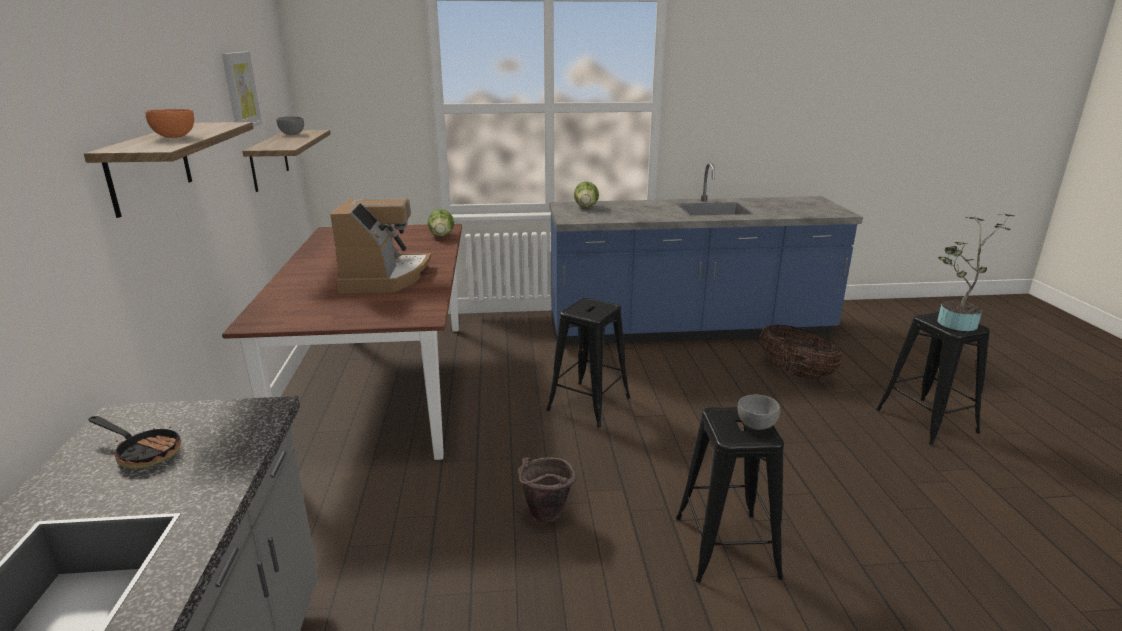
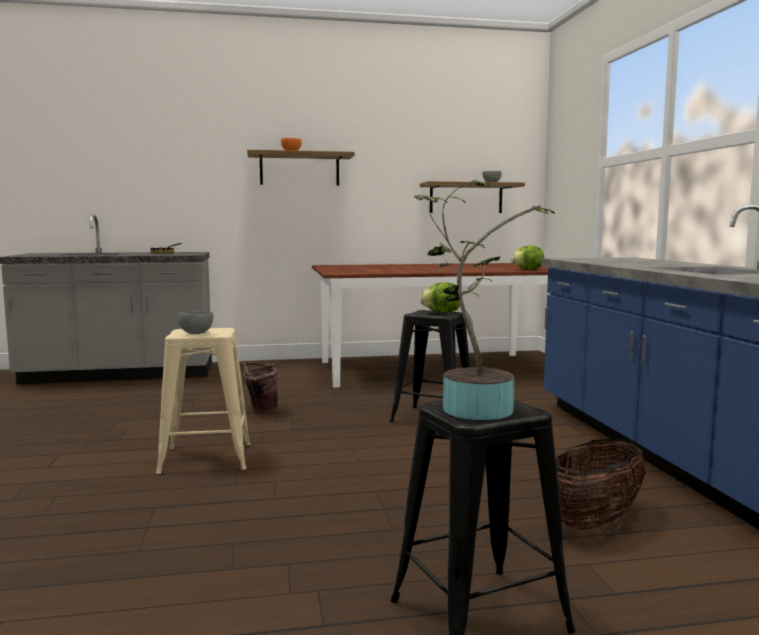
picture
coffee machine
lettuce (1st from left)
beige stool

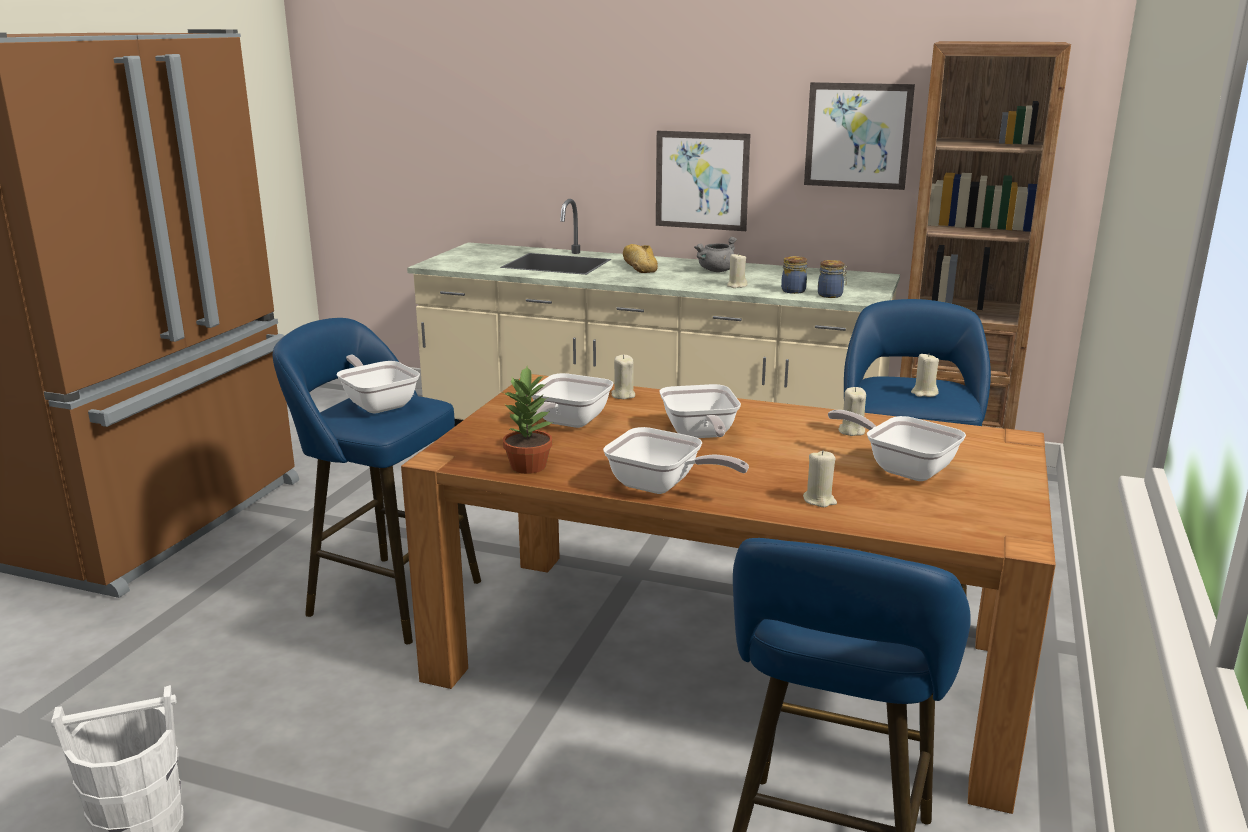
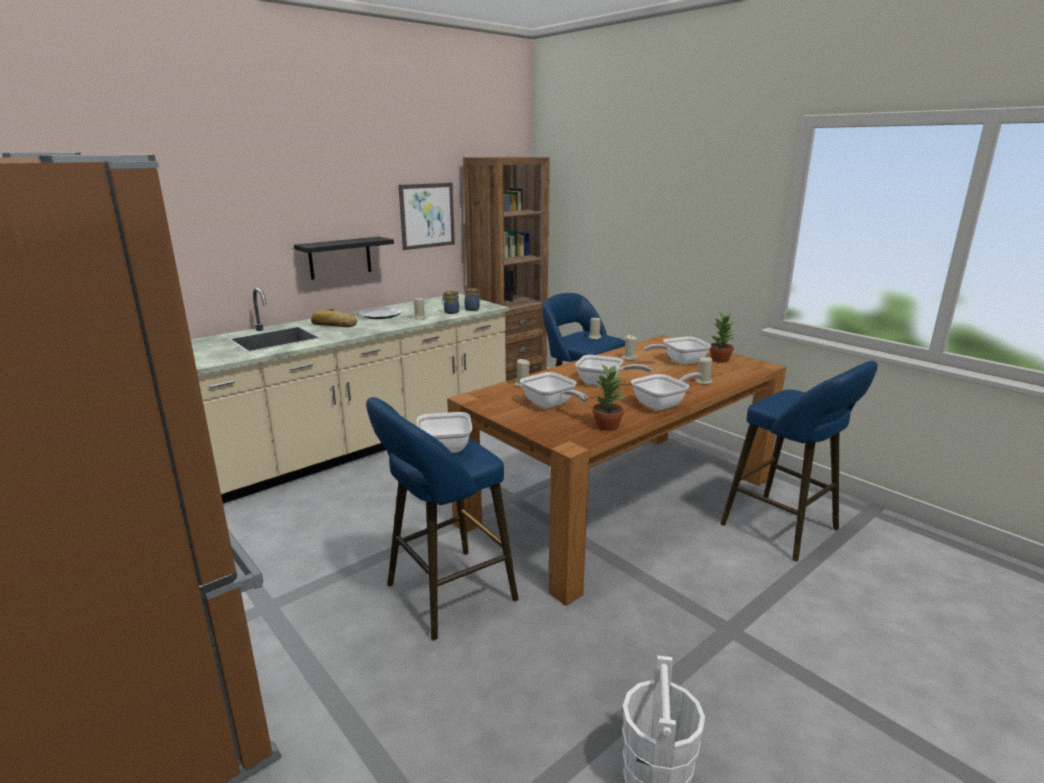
potted plant (2nd from left)
black shelf
plate

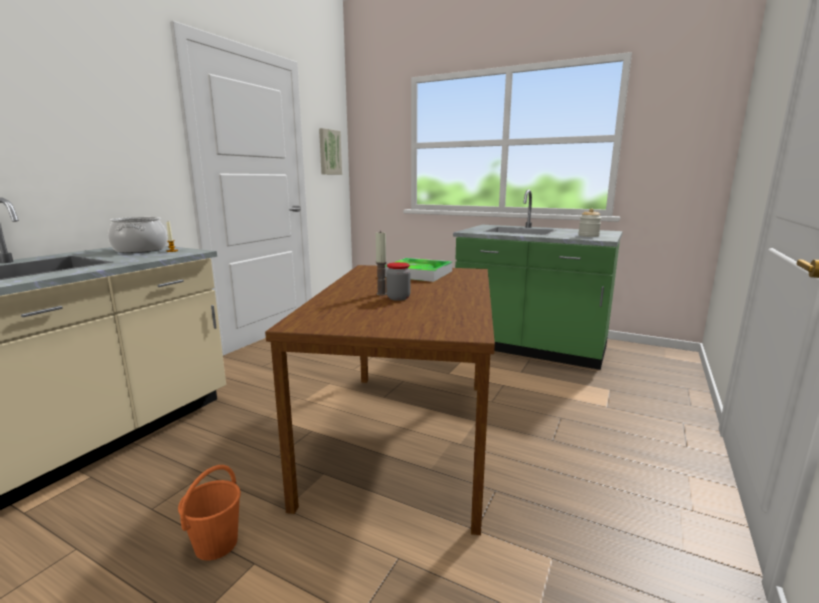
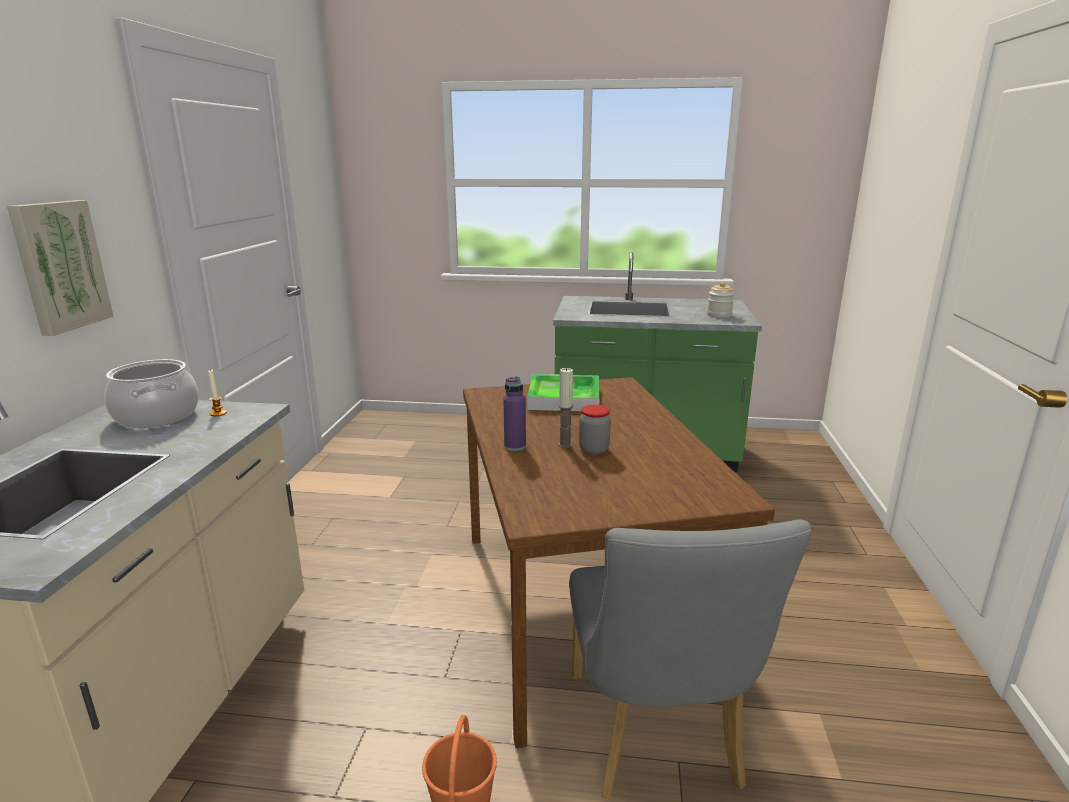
purple bottle
grey chair
picture

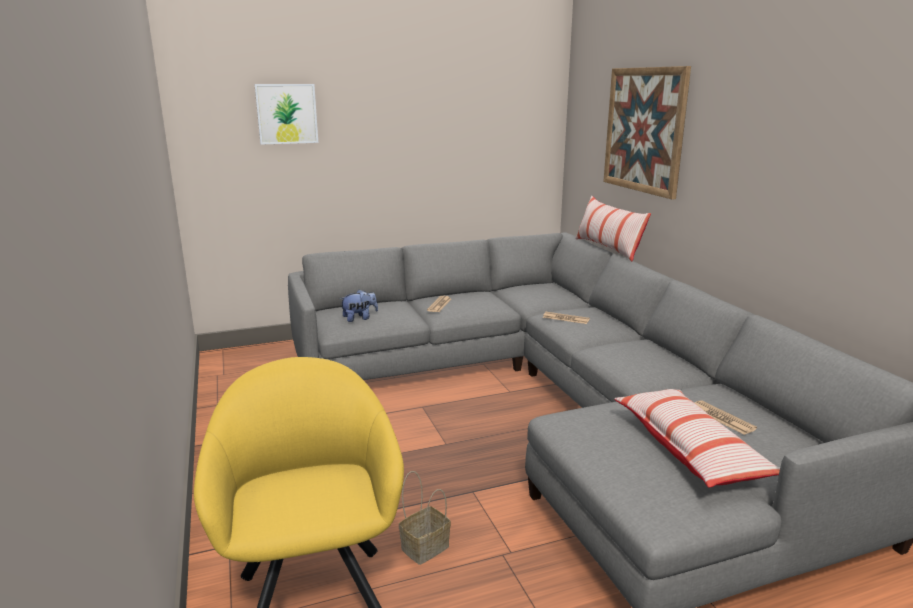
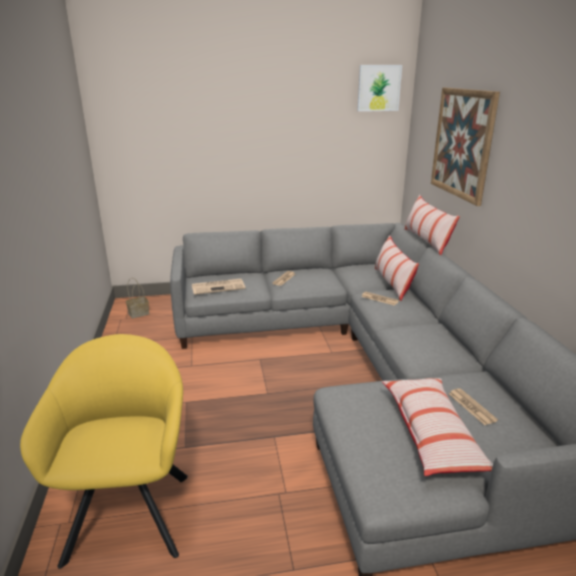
pillow (1st from left)
picture (1st from left)
basket
newspaper (1st from left)

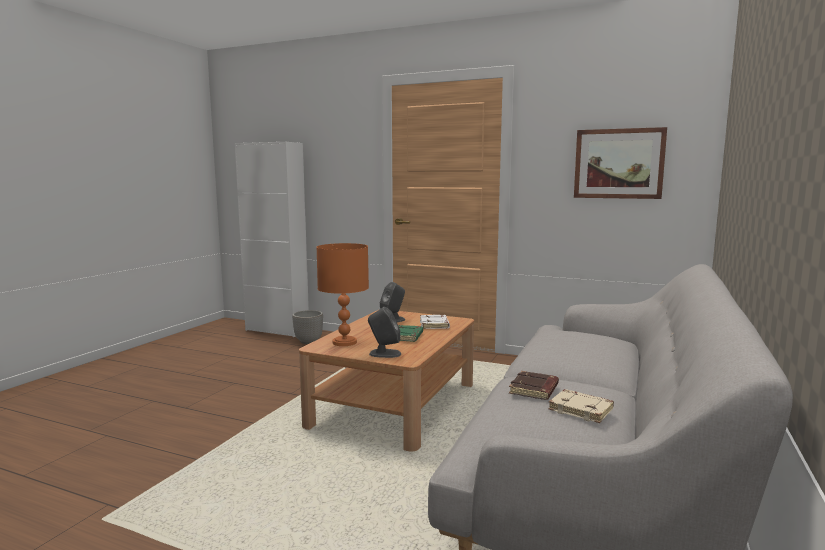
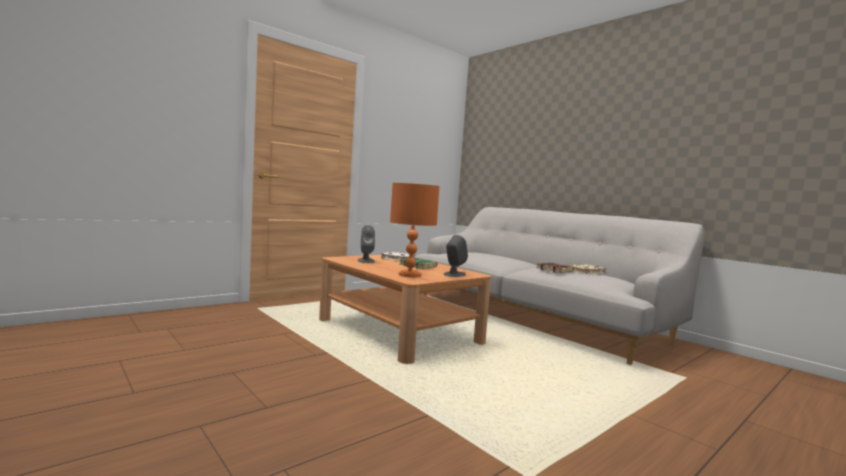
white cabinet
planter
picture

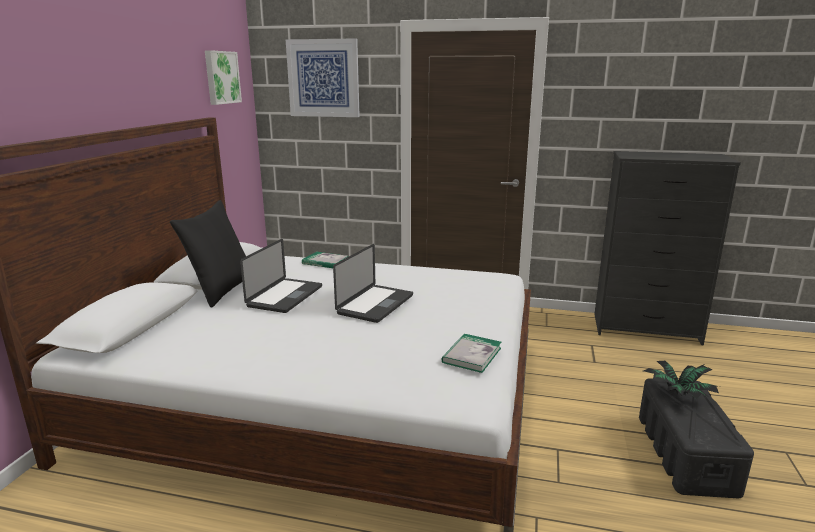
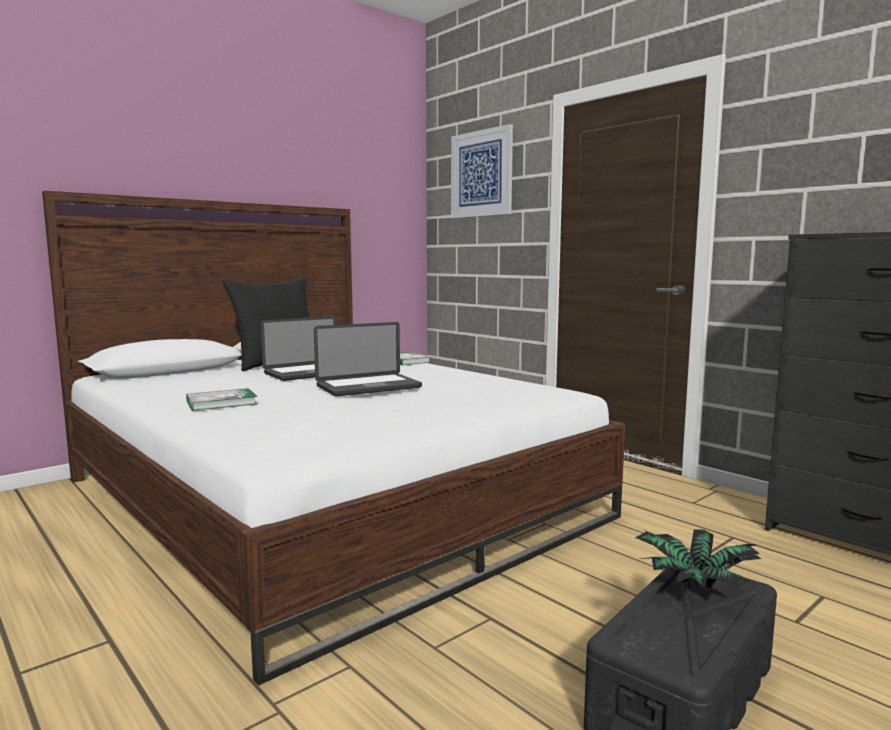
picture (1st from left in the first image)
book (1st from left)

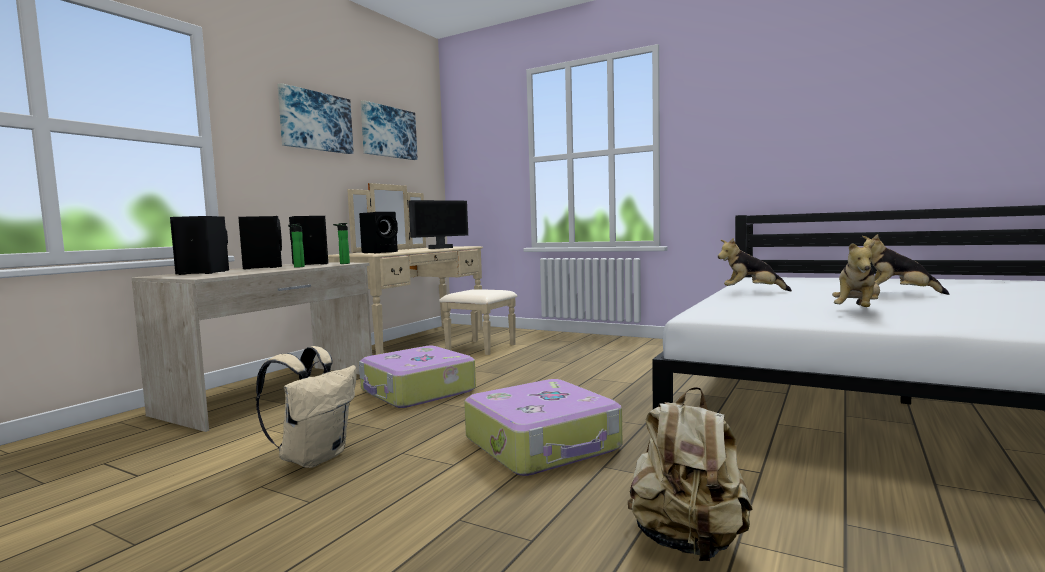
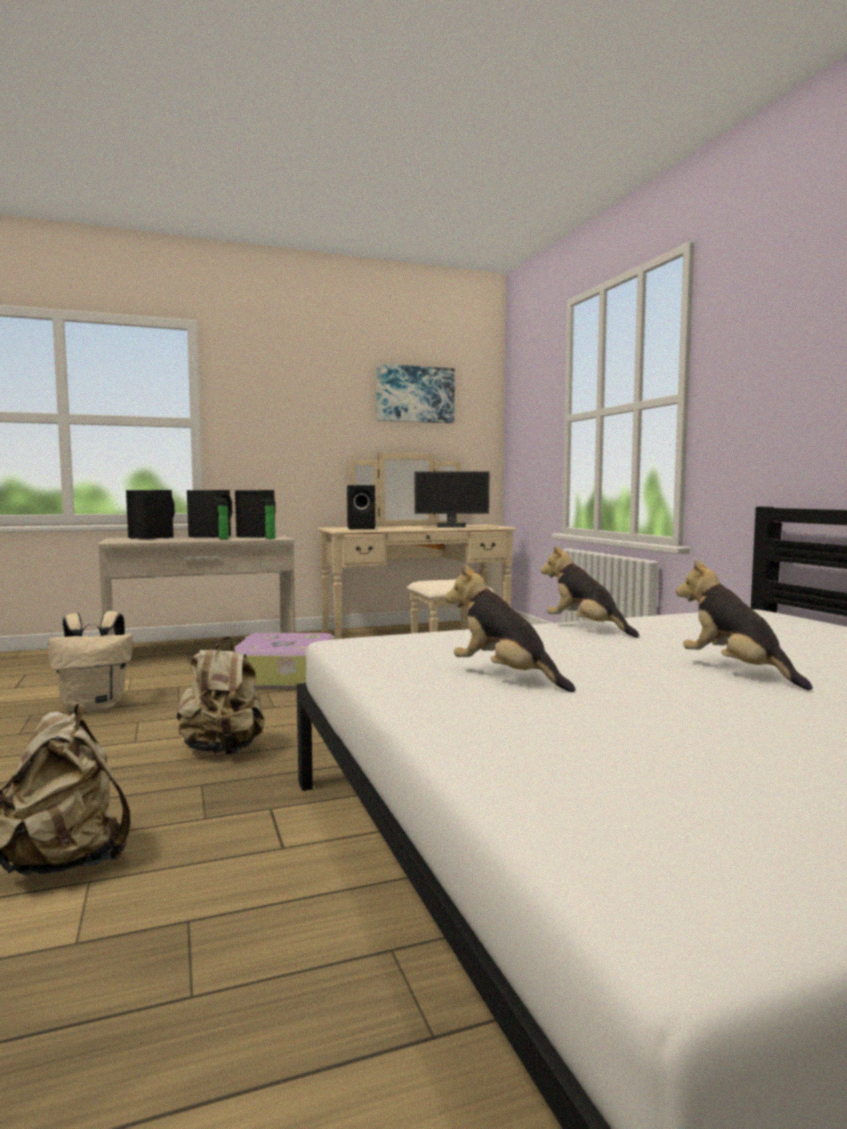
picture (1st from left in the first image)
beige backpack (3rd from left)
plush toy (1st from left)

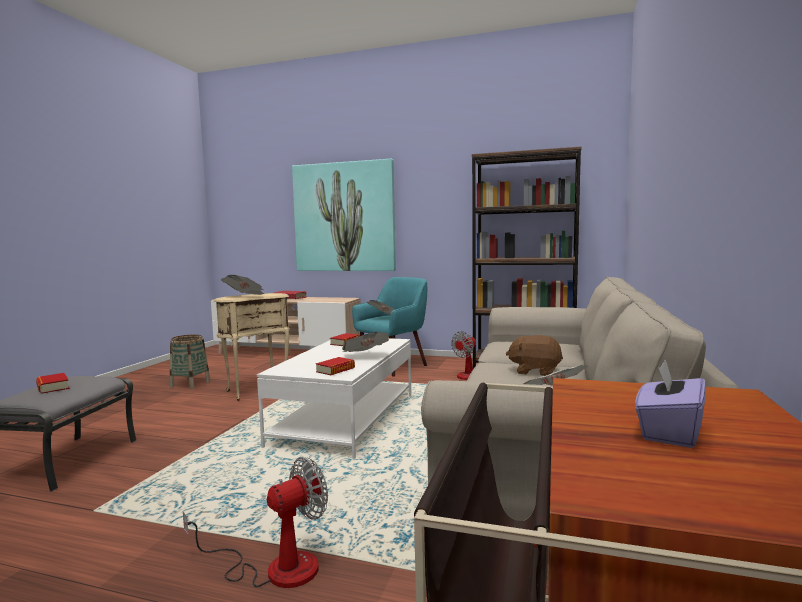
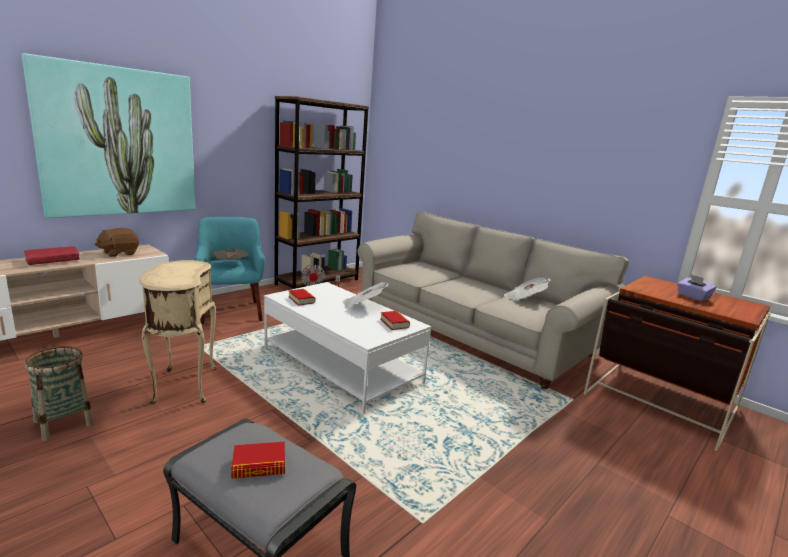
fan (1st from left in the first image)
newspaper (1st from left in the first image)
brown plush toy

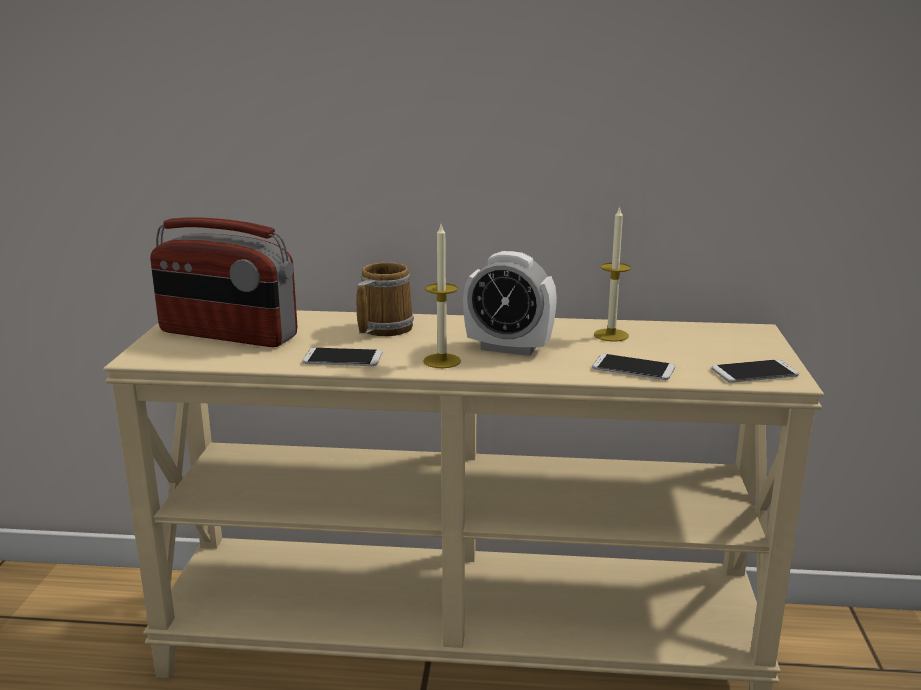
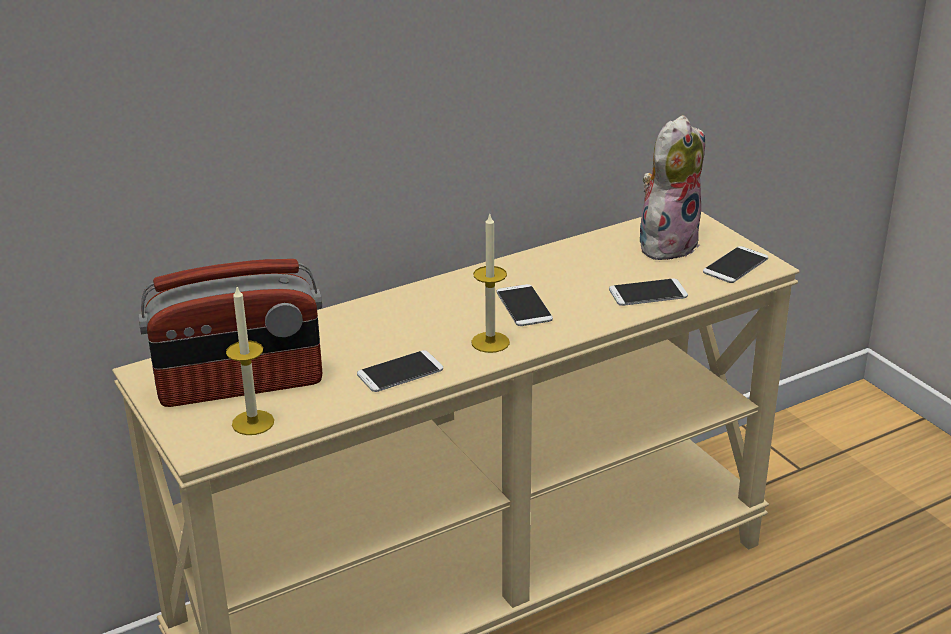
mug
plush toy
candle (1st from left)
phone (2nd from left)

